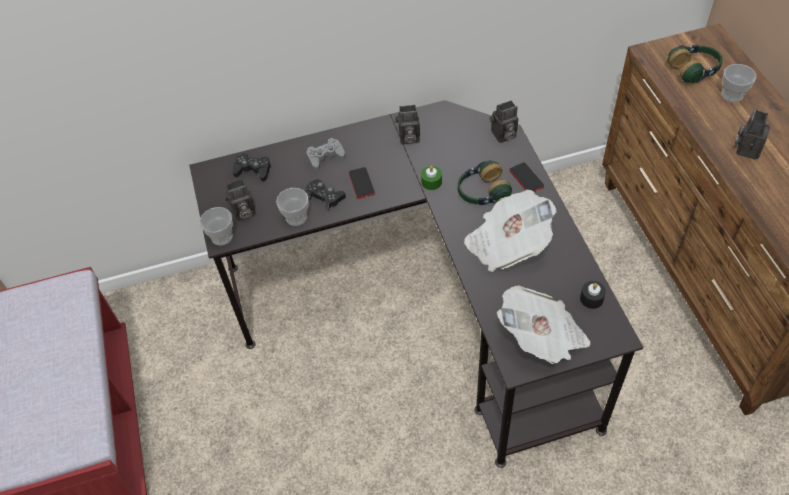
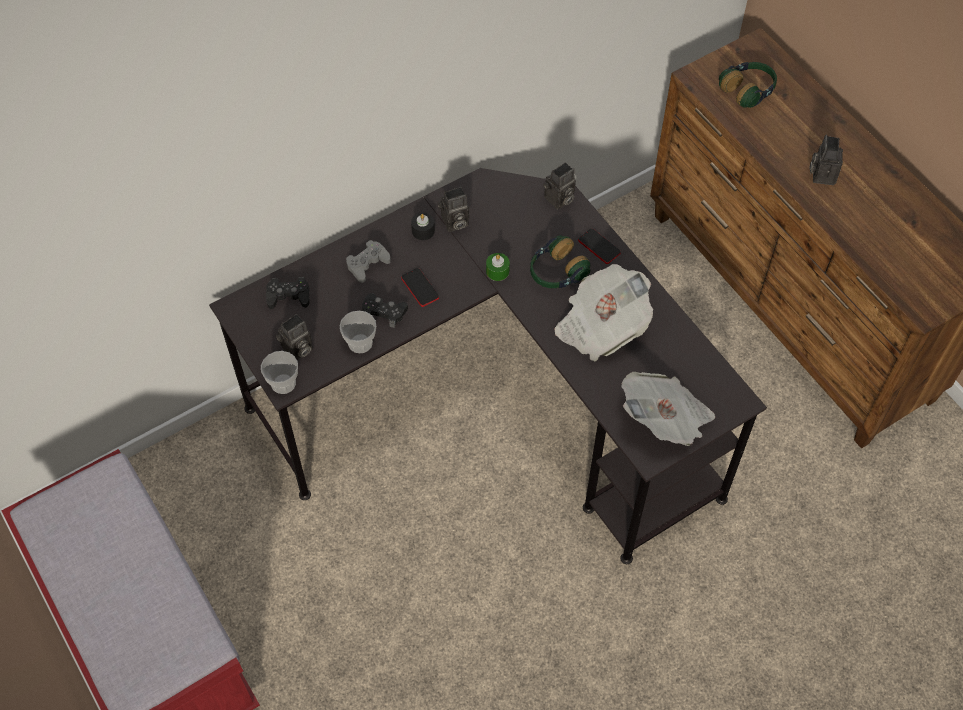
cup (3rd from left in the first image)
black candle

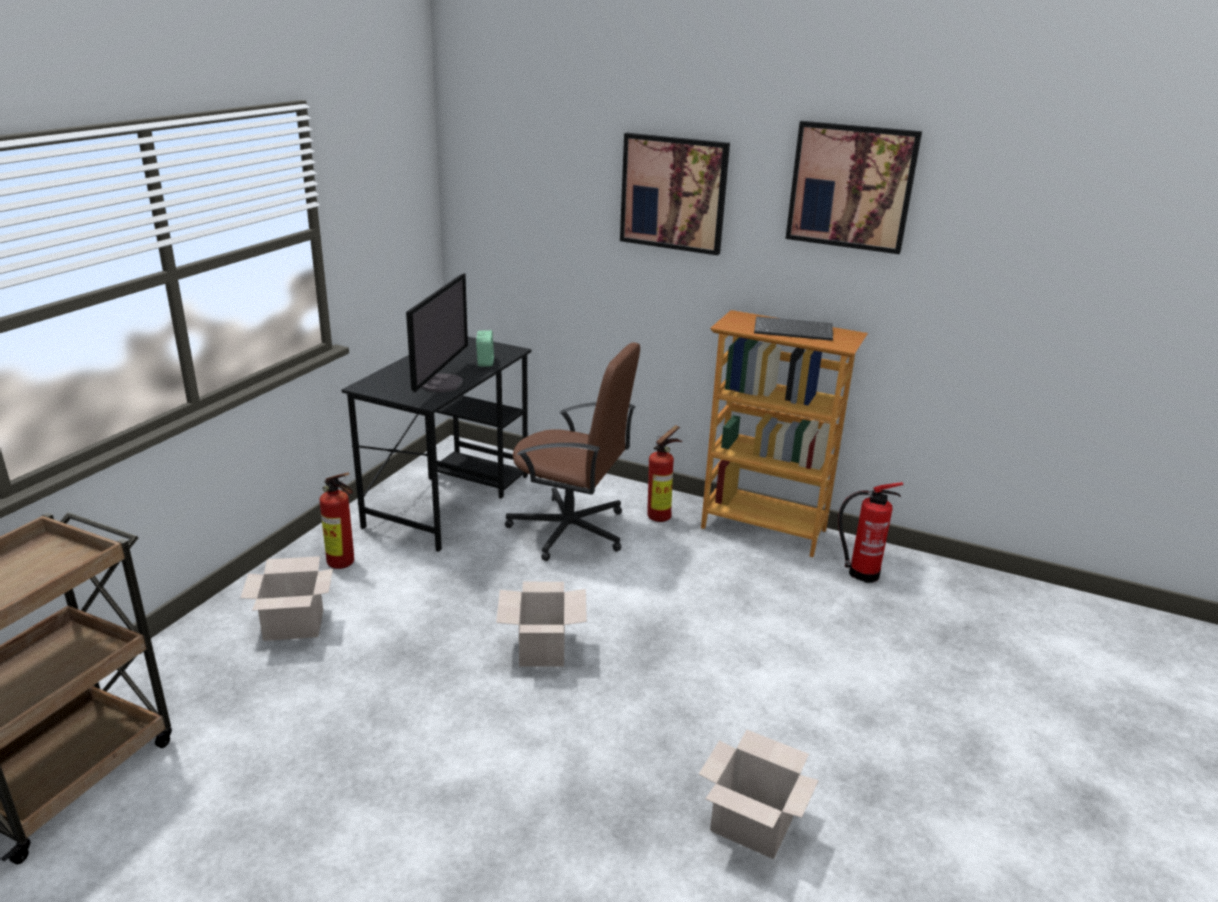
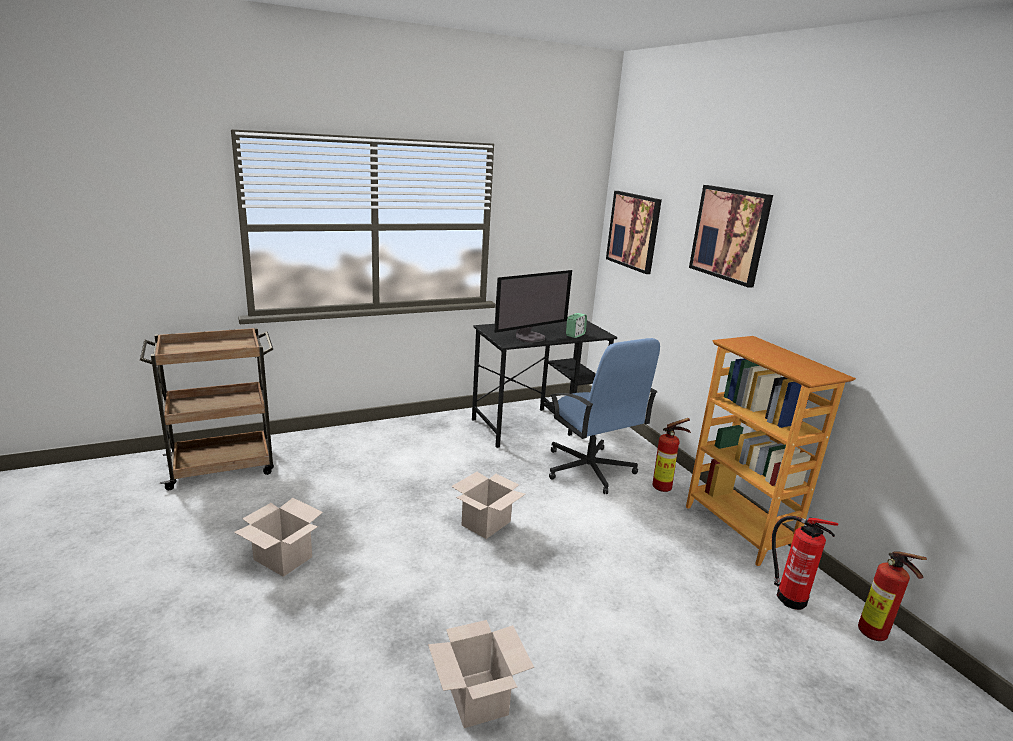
keyboard
cardboard box (1st from left)
fire extinguisher (3rd from left)
picture (1st from left)
blue office chair

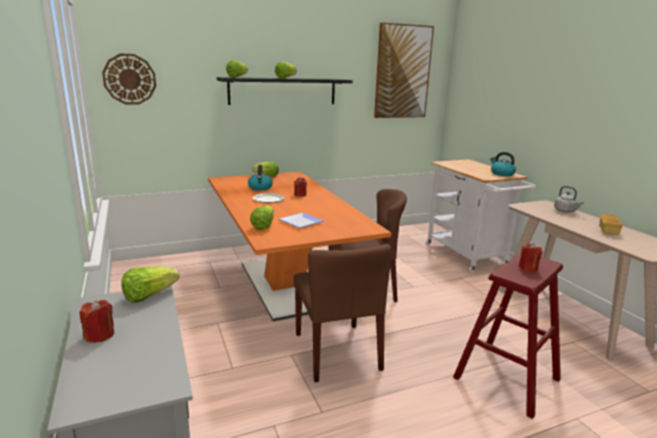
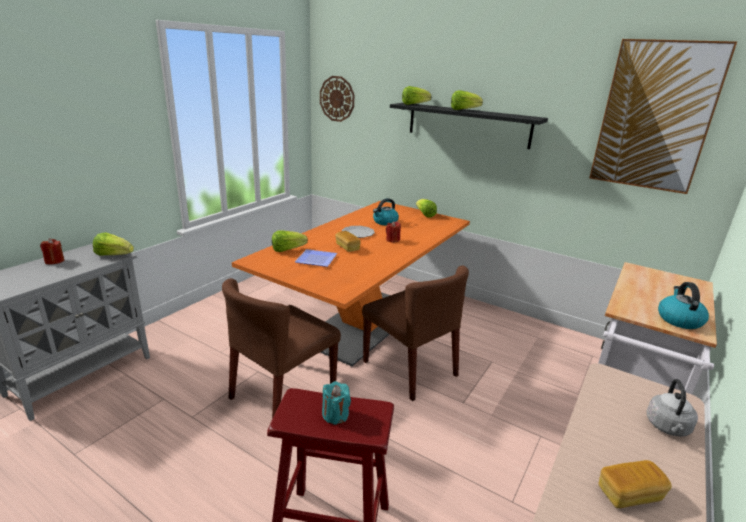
bread (1st from left)
turquoise candle

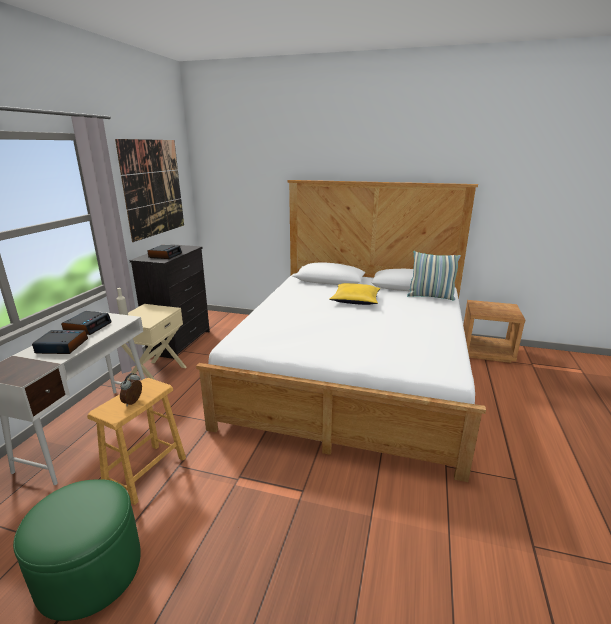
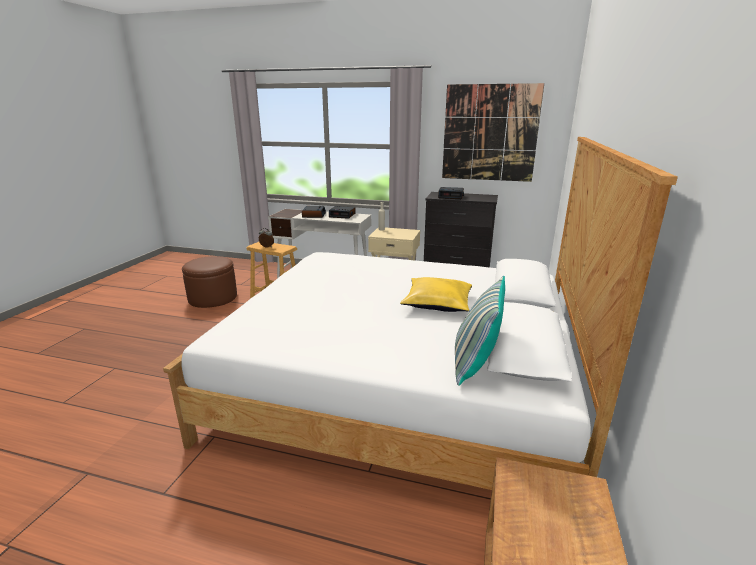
brown ottoman

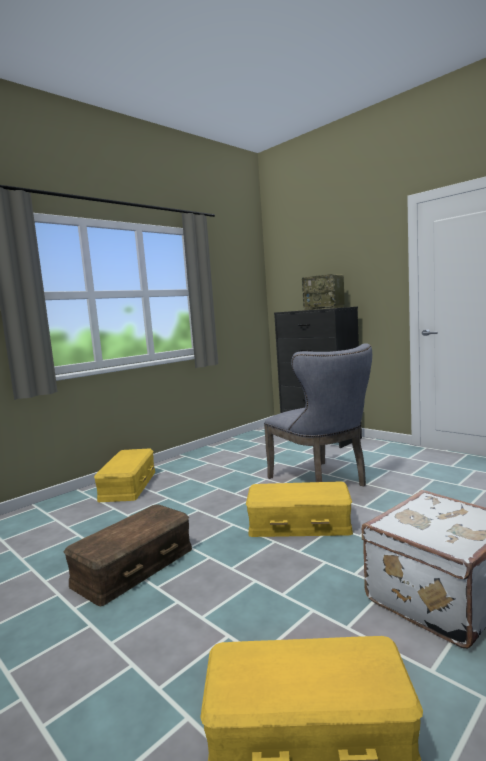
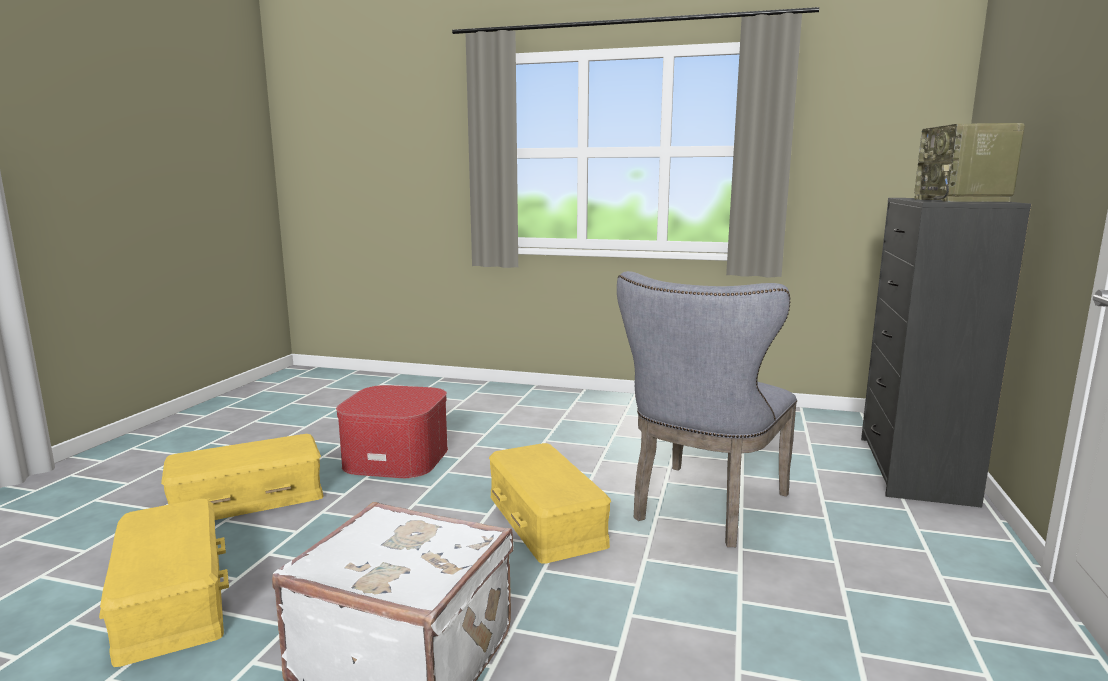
yellow storage box (2nd from left)
ottoman

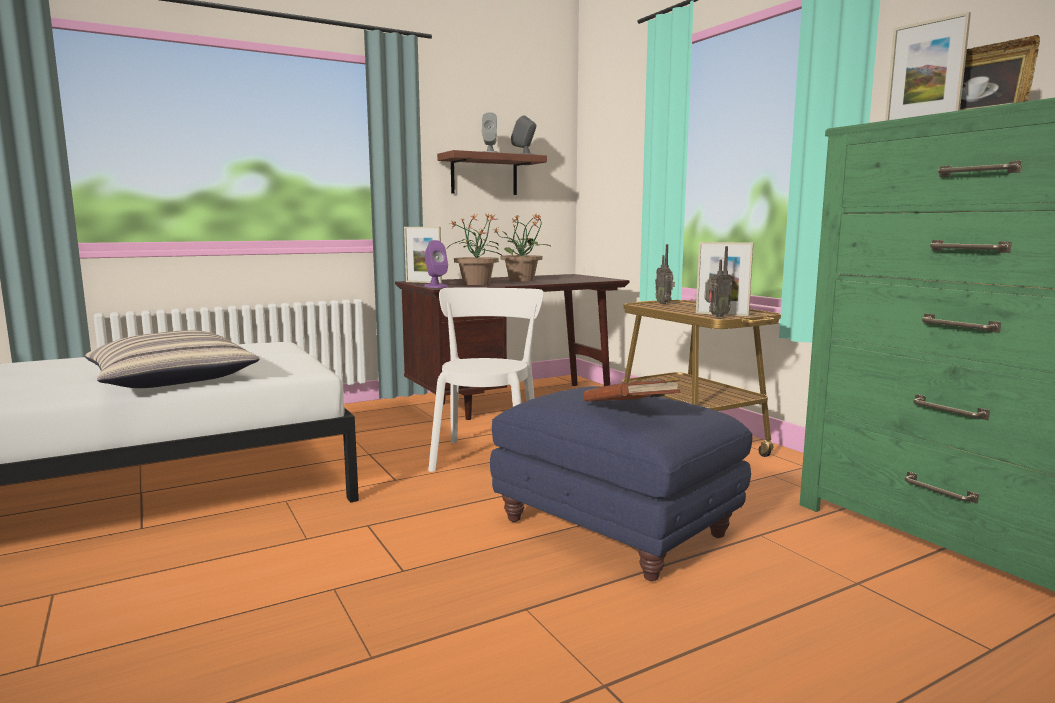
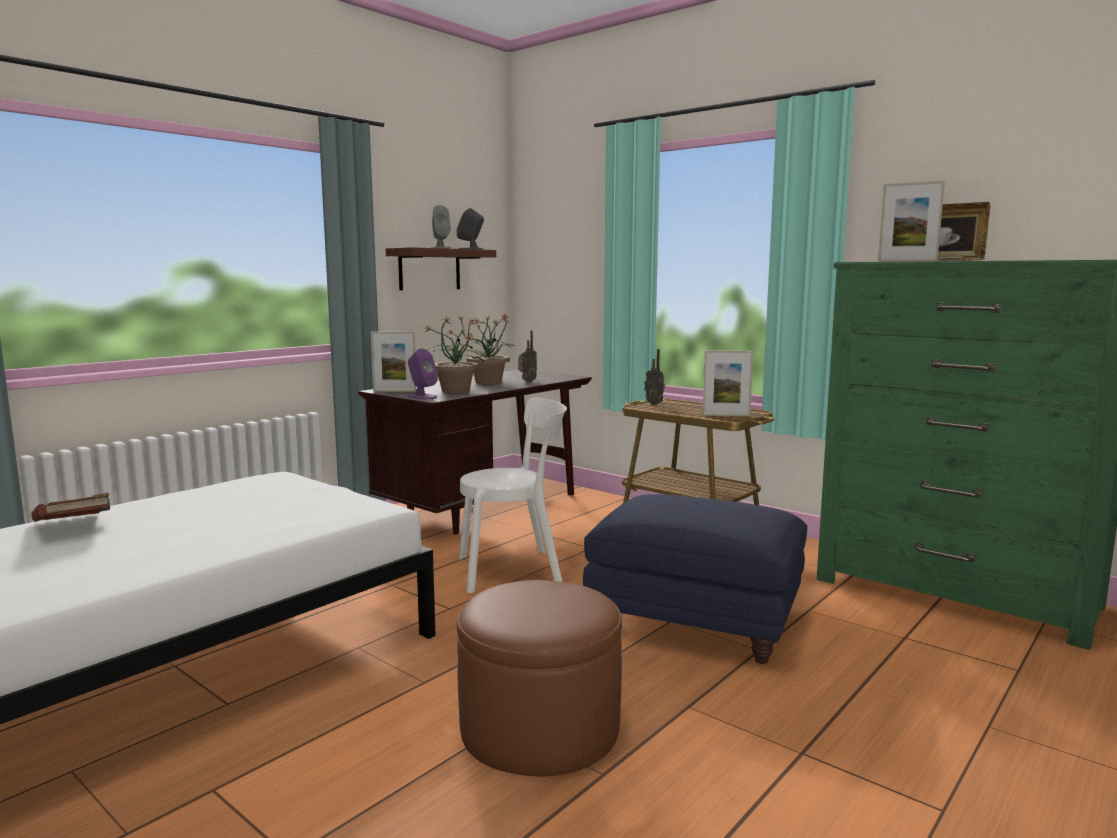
pillow
brown ottoman
brown book
radio (1st from left)
white chair

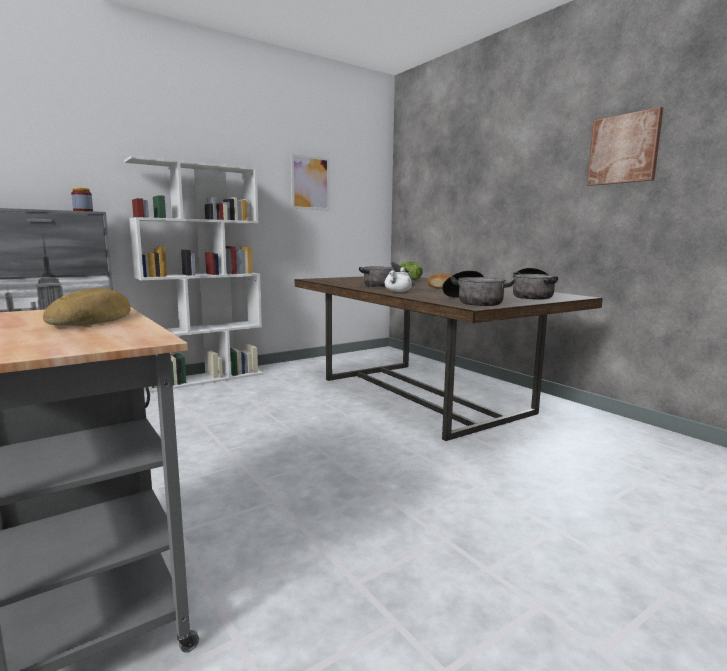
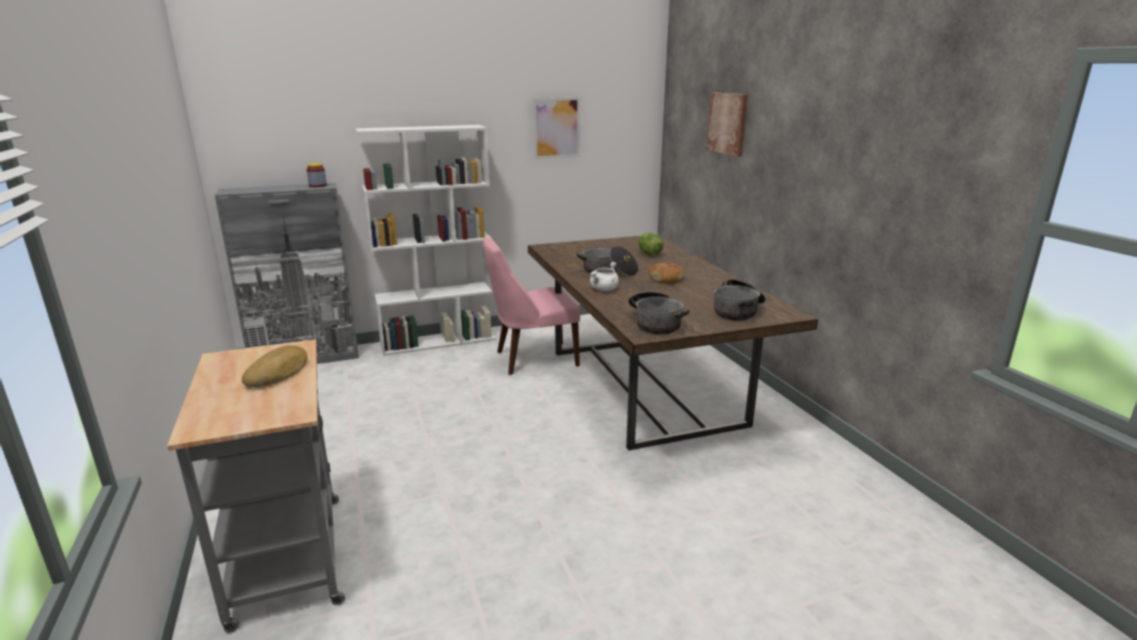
pink chair
picture (2nd from left)

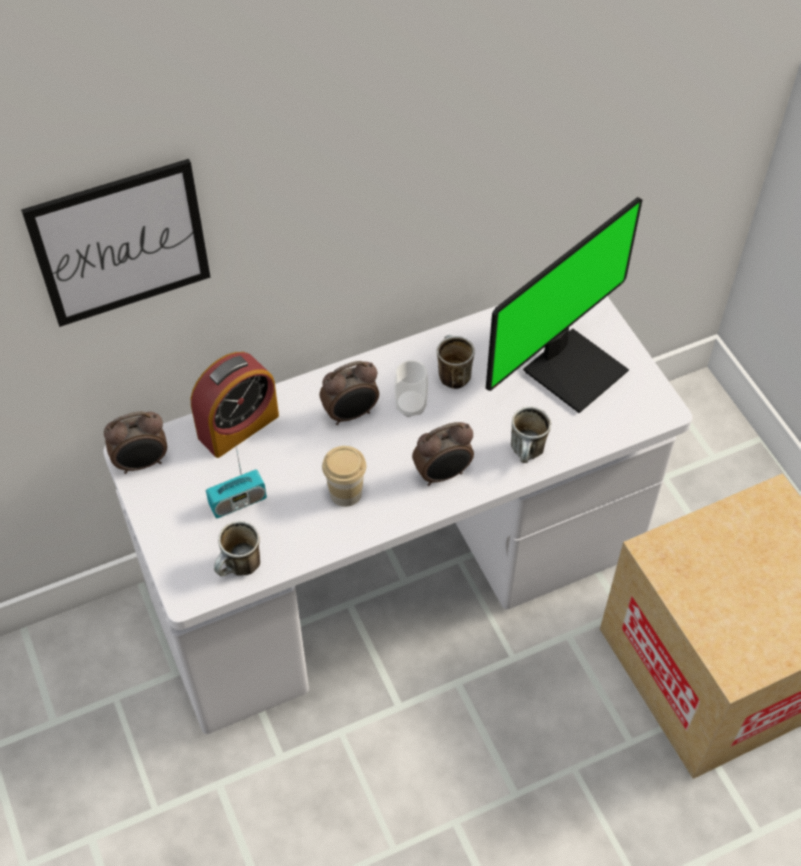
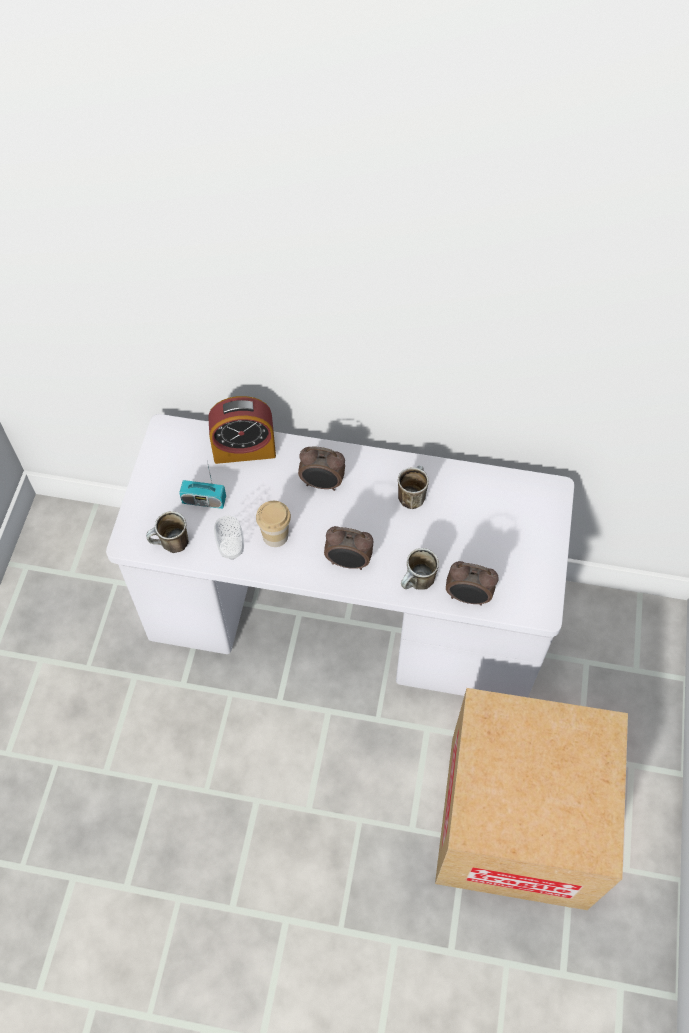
picture
monitor
alarm clock (4th from left)
cup (1st from left)

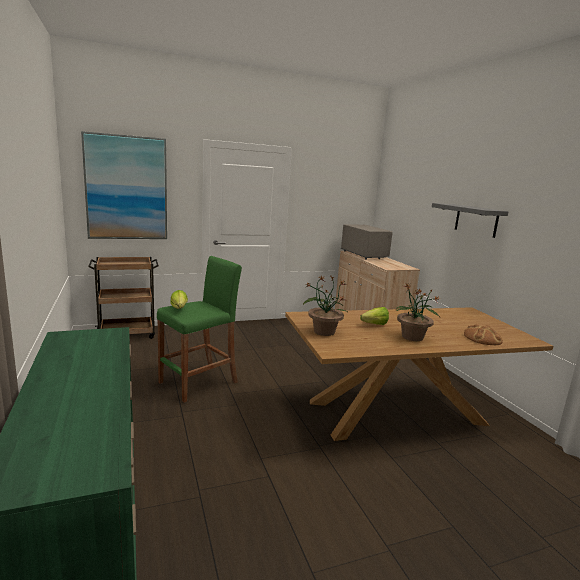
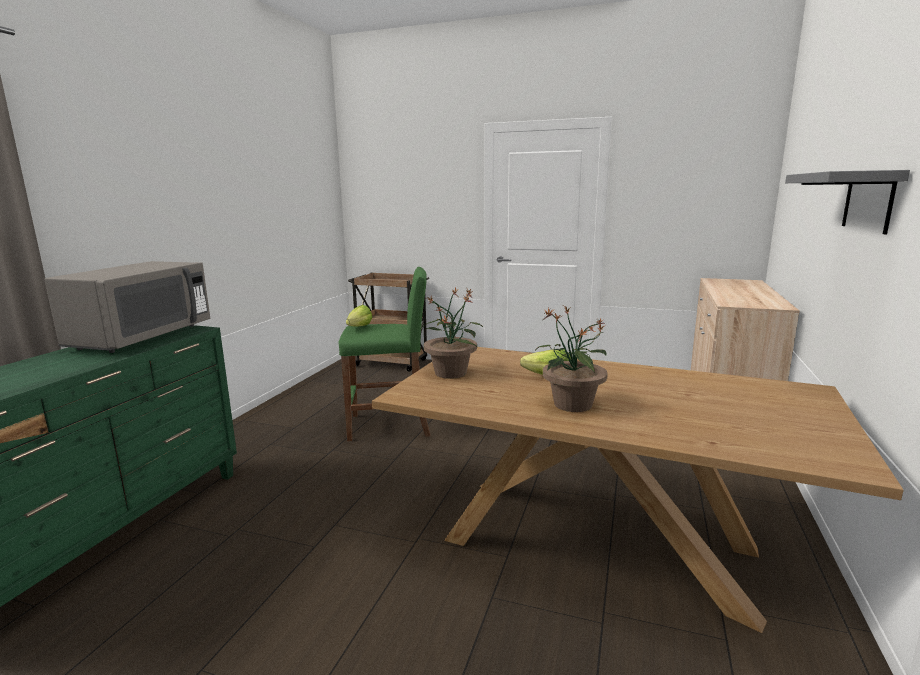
picture
bread
grey microwave

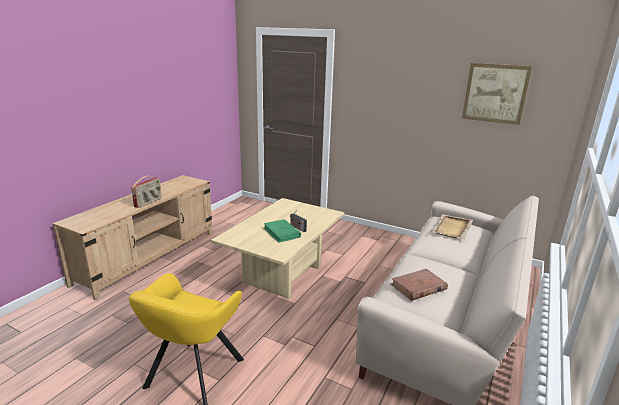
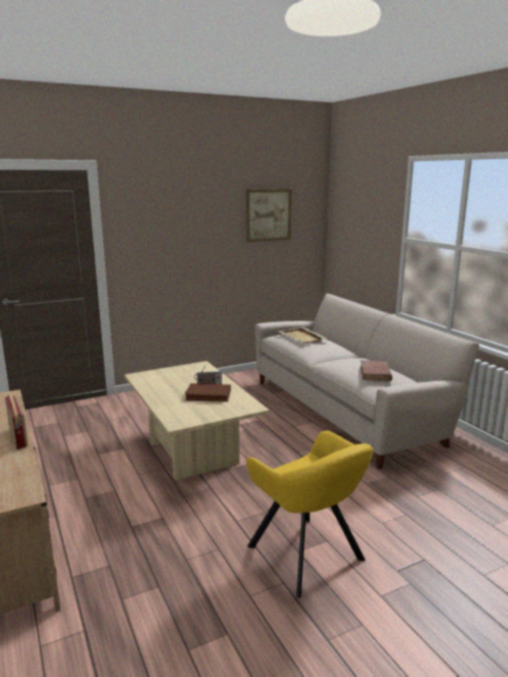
brown book (1st from left)

